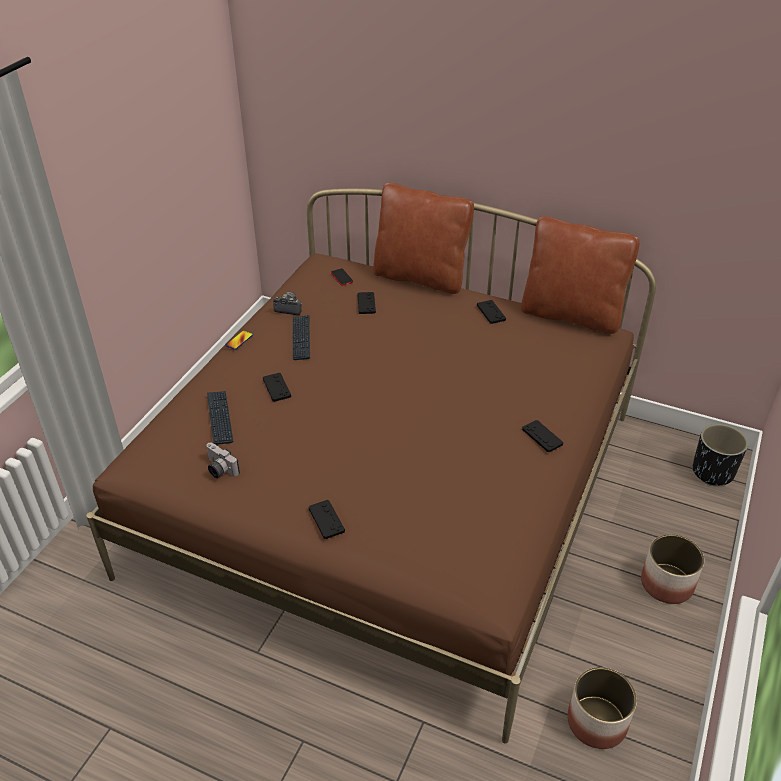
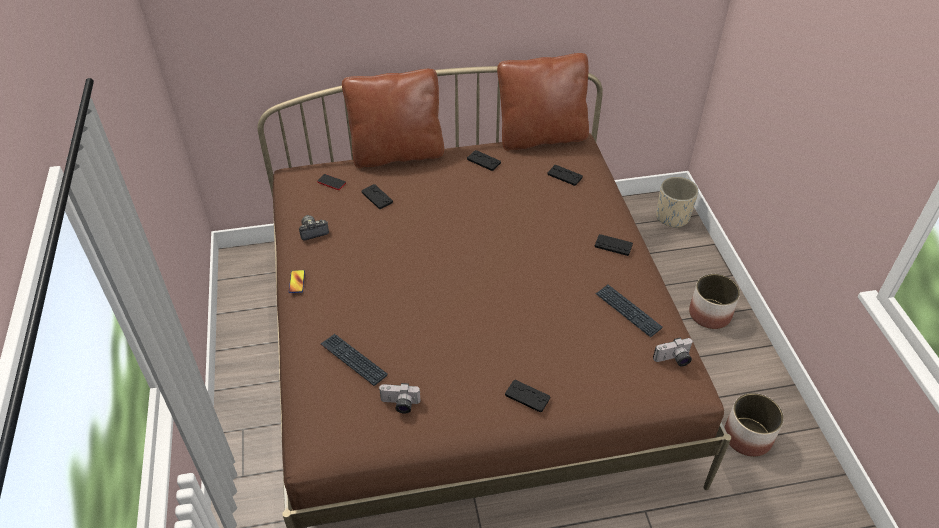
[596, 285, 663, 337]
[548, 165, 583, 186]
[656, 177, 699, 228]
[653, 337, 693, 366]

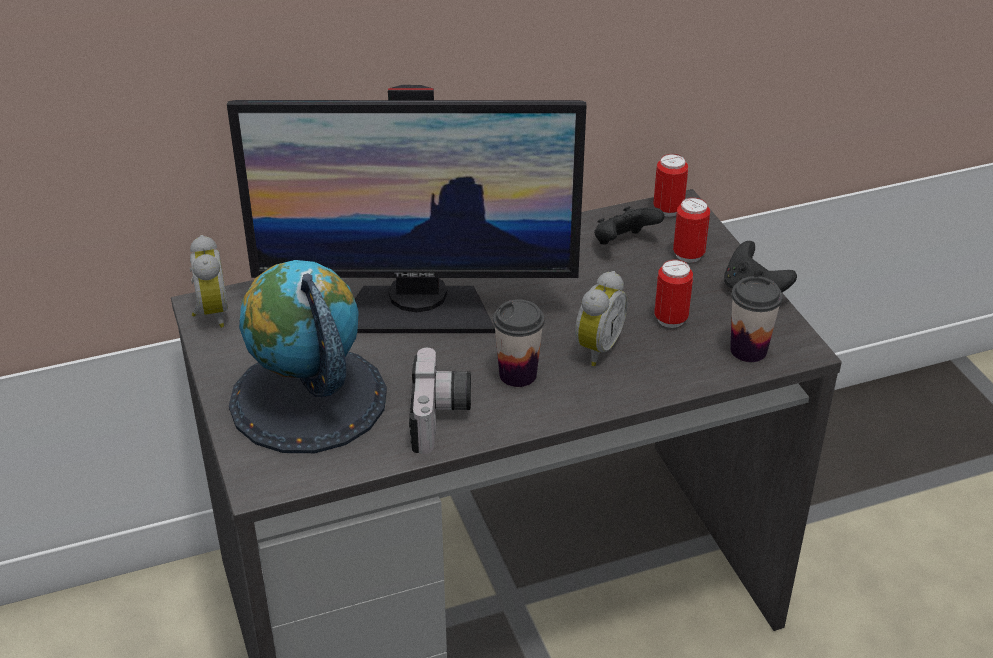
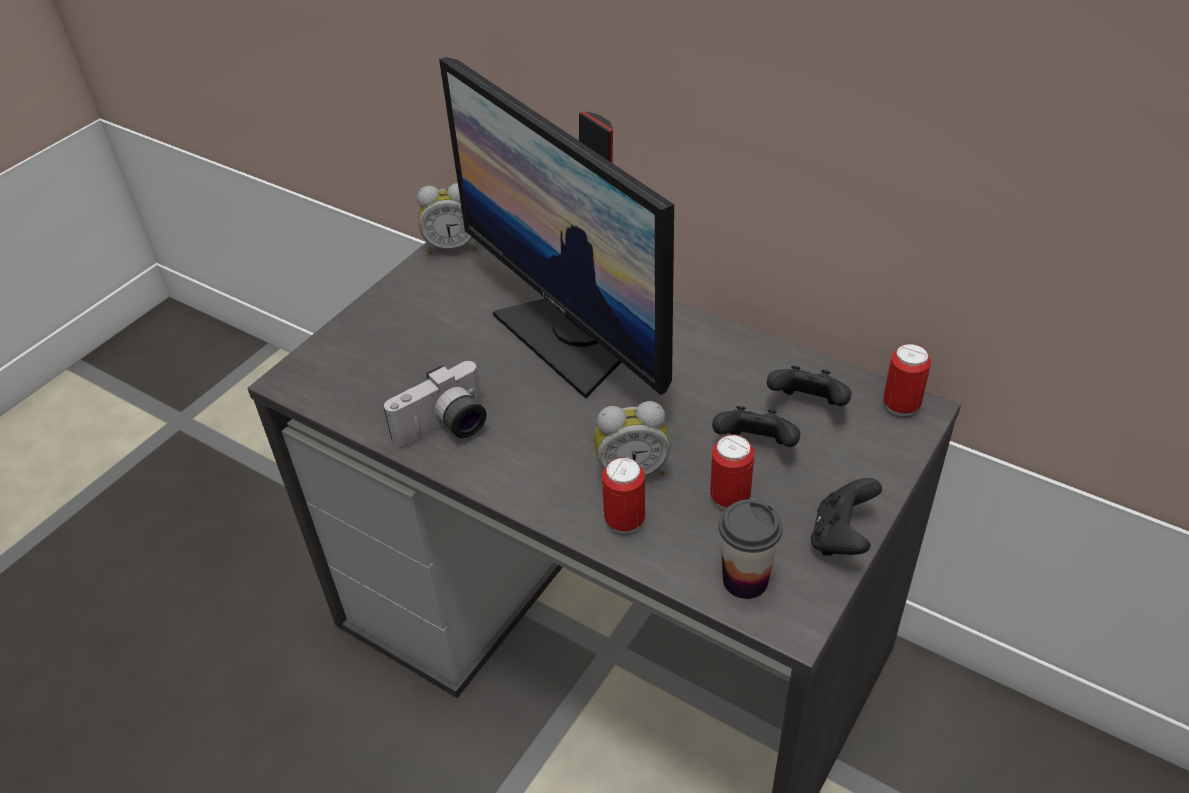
[602, 457, 645, 533]
[417, 183, 477, 254]
[229, 260, 387, 453] (first image)
[493, 299, 545, 387] (first image)
[712, 406, 800, 447]

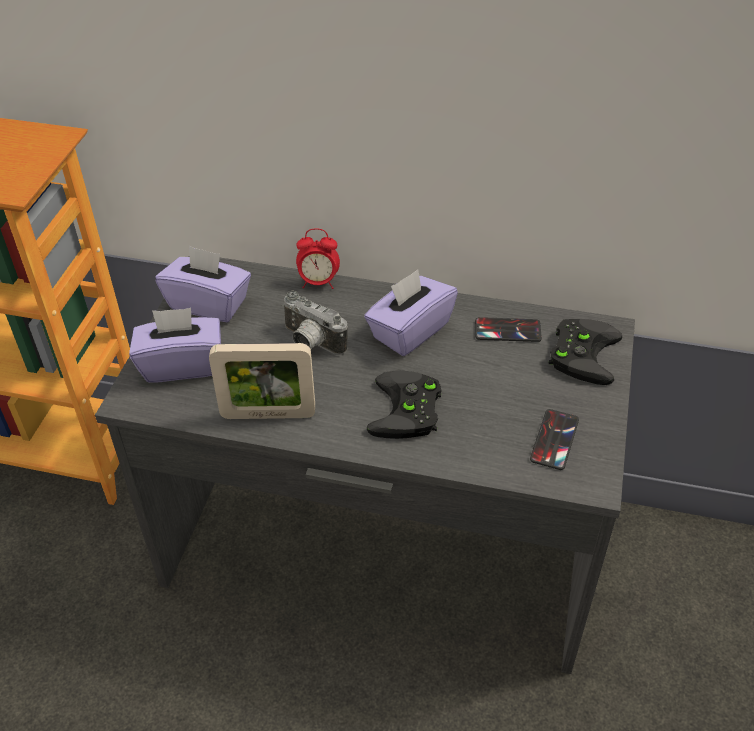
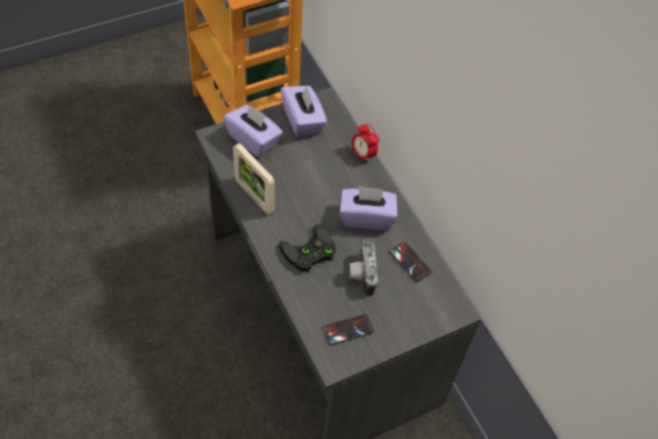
[348, 239, 378, 297]
[549, 319, 622, 385] (first image)

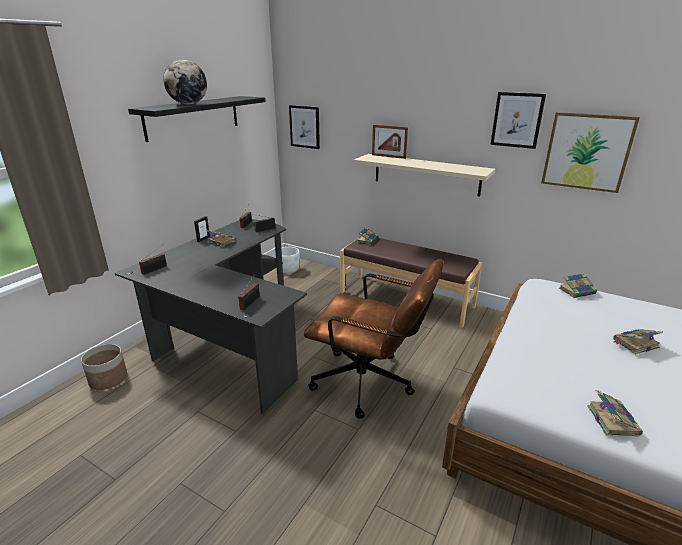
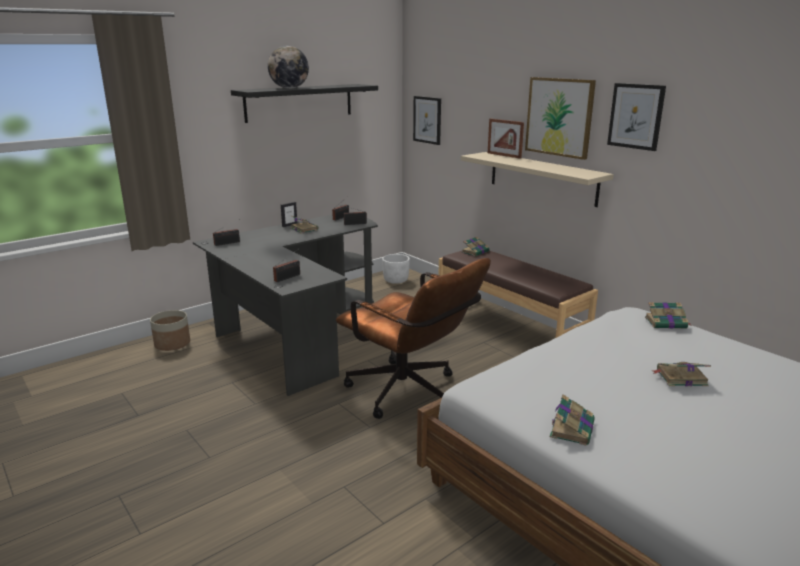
[525, 77, 596, 160]

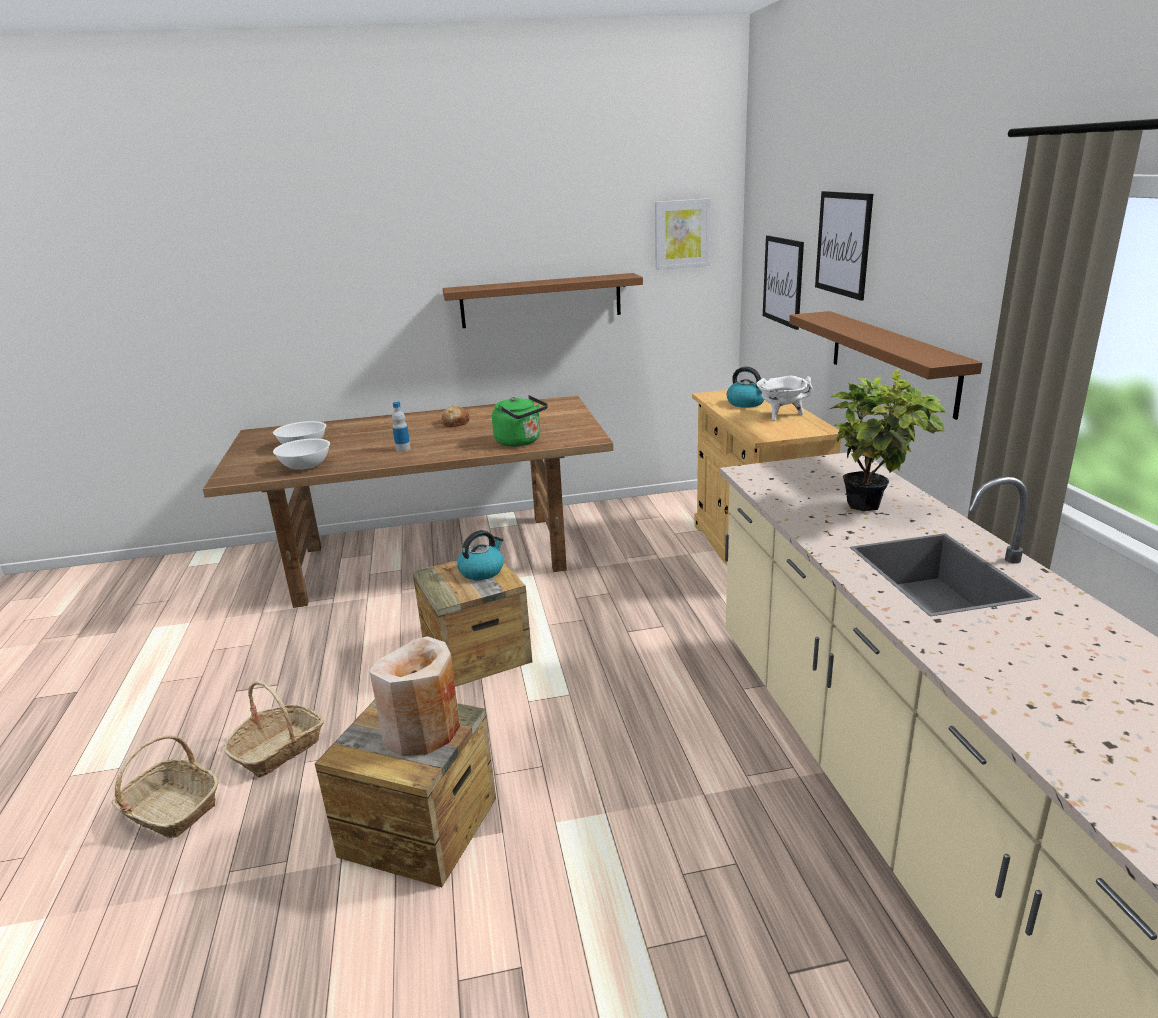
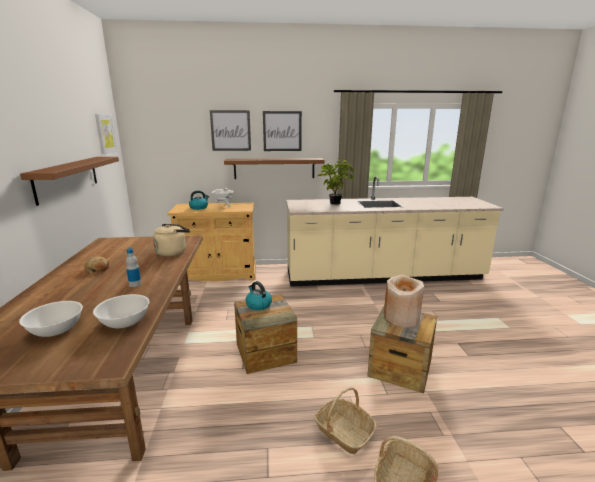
[263, 111, 302, 151]
[153, 224, 190, 256]

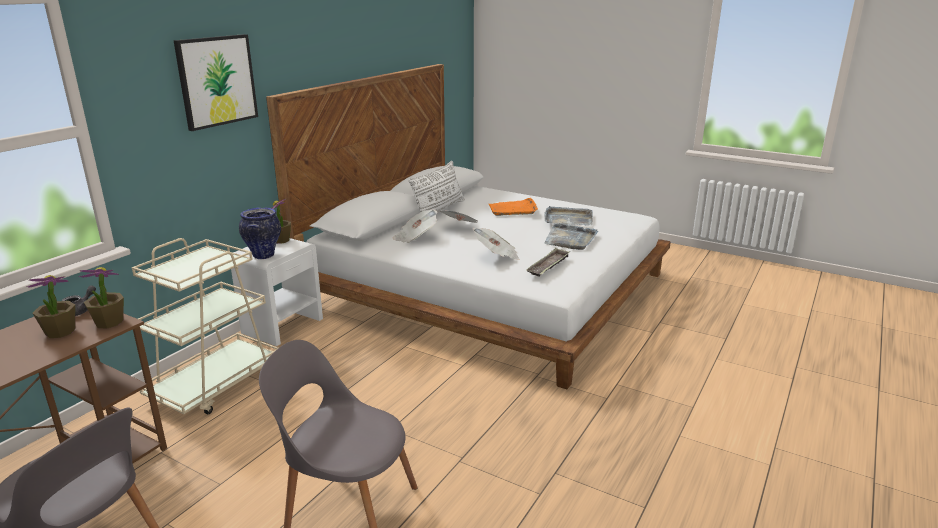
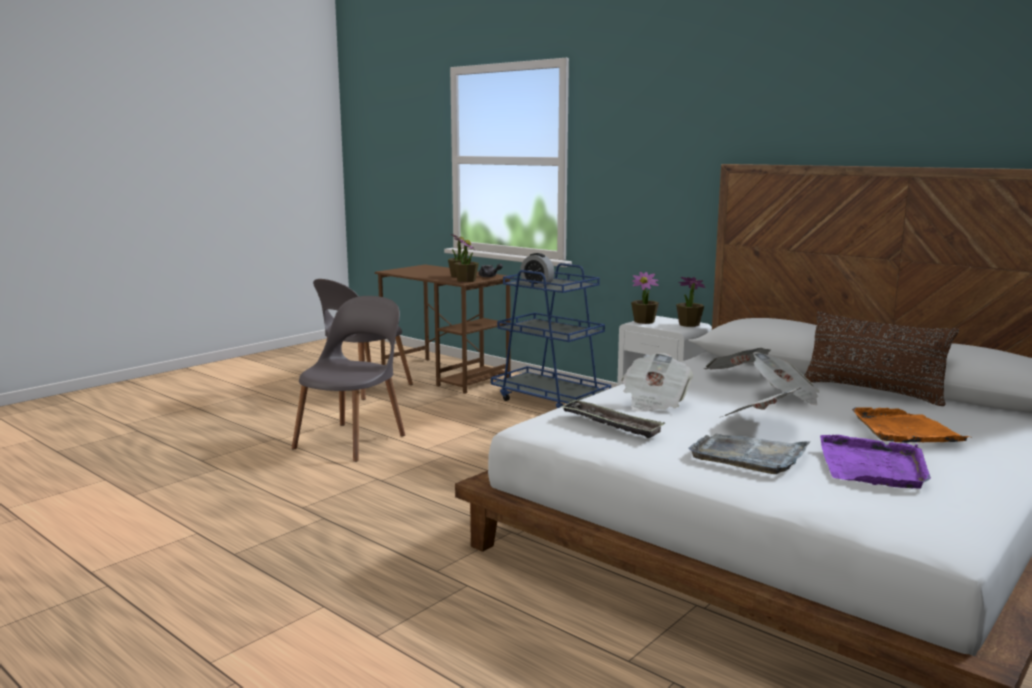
[173, 34, 258, 131] (first image)
[804, 311, 959, 406]
[820, 435, 931, 488]
[631, 272, 659, 324]
[491, 263, 611, 408]
[520, 253, 554, 286]
[722, 388, 801, 417]

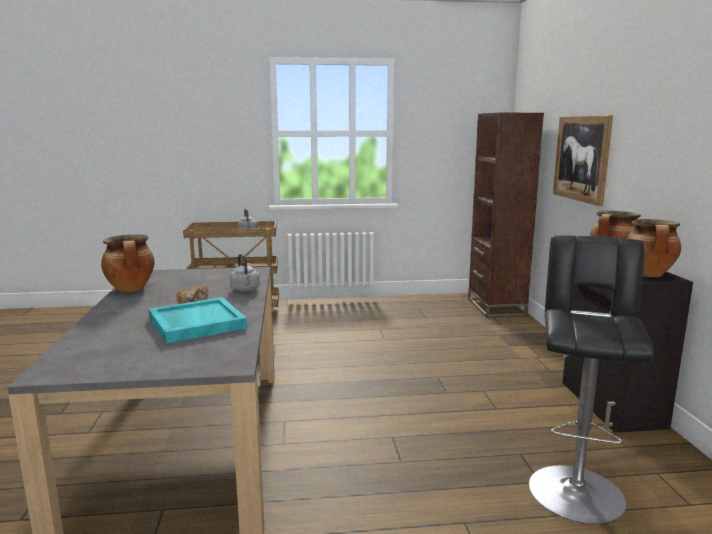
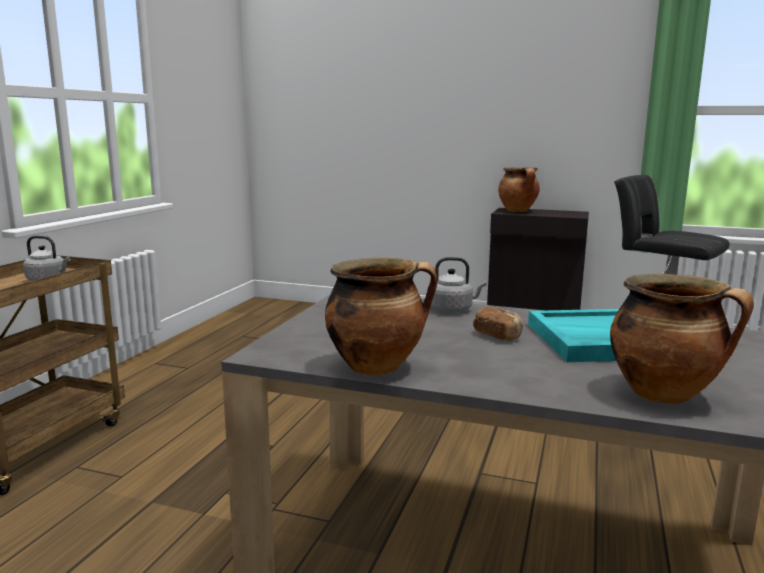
[468, 113, 544, 318] (first image)
[553, 115, 613, 206] (first image)
[610, 274, 754, 404]

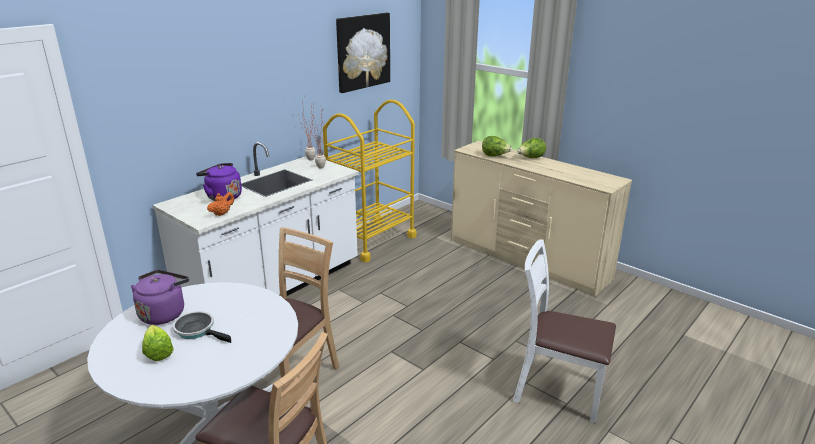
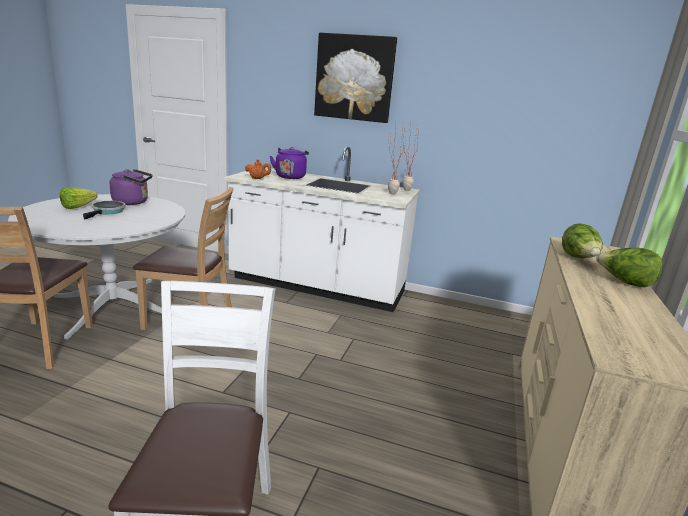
[314, 33, 397, 123]
[323, 100, 417, 262] (first image)

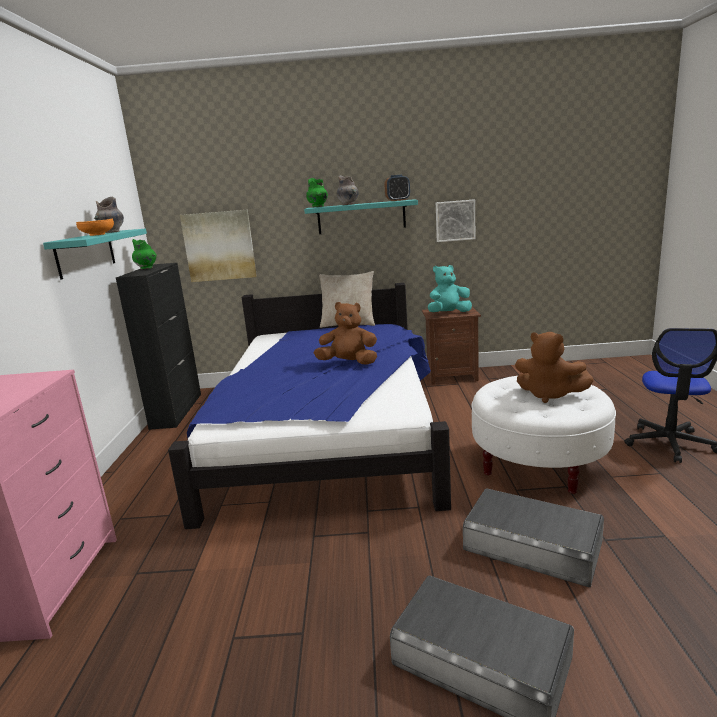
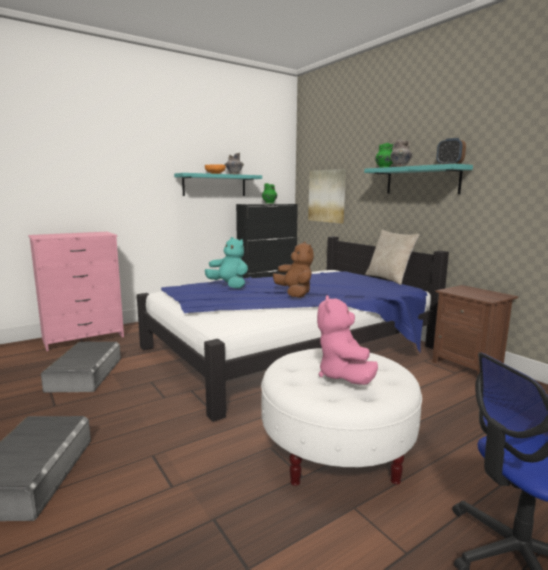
[436, 200, 475, 242] (first image)
[205, 237, 248, 289]
[317, 295, 378, 385]
[41, 342, 121, 393]

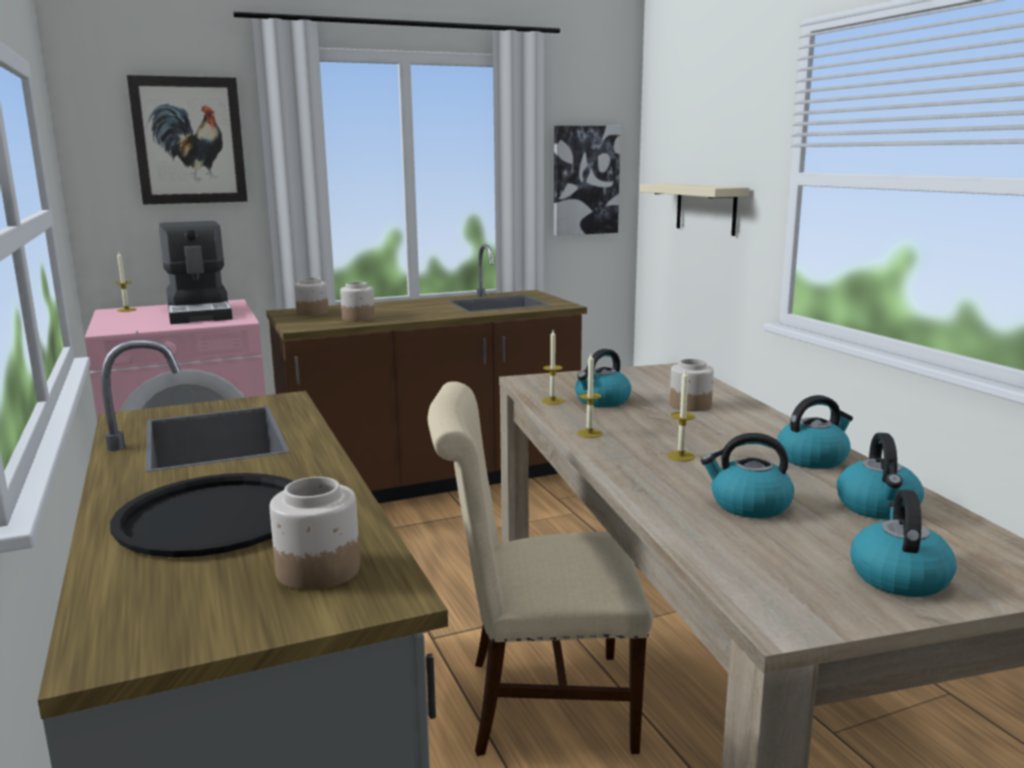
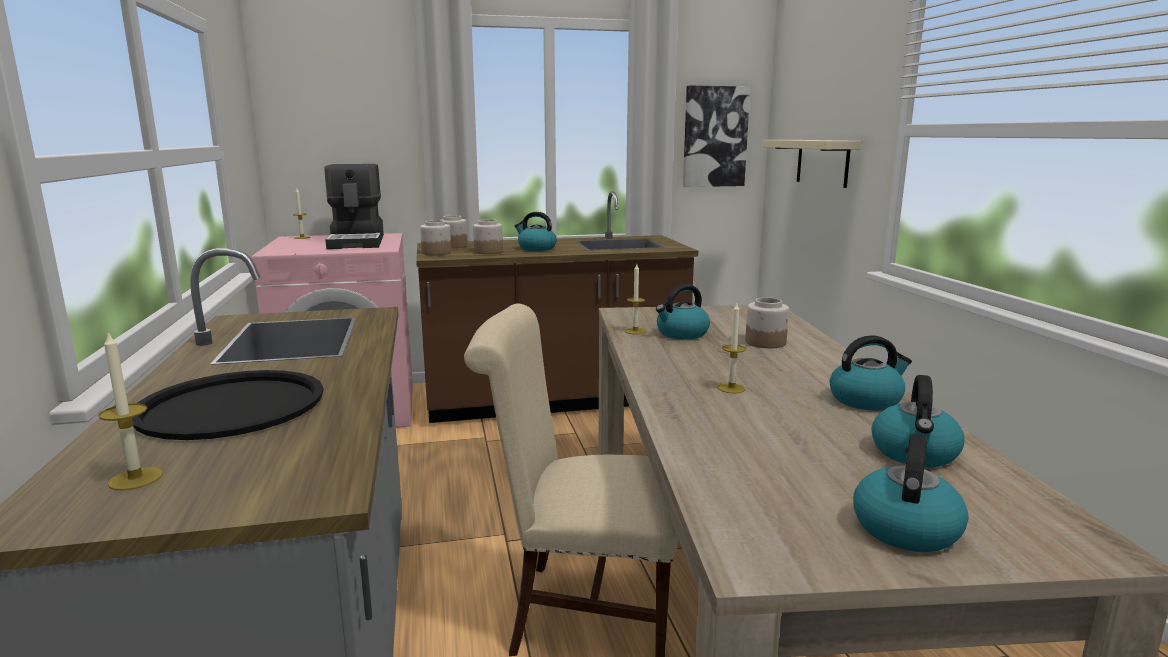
[127, 75, 247, 205] (first image)
[98, 332, 163, 490]
[515, 212, 557, 251]
[420, 220, 451, 255]

